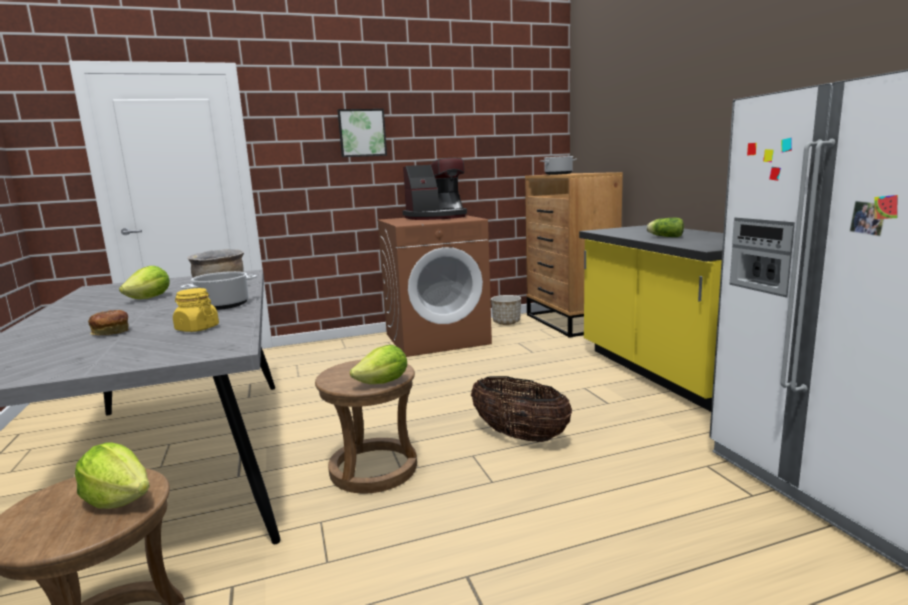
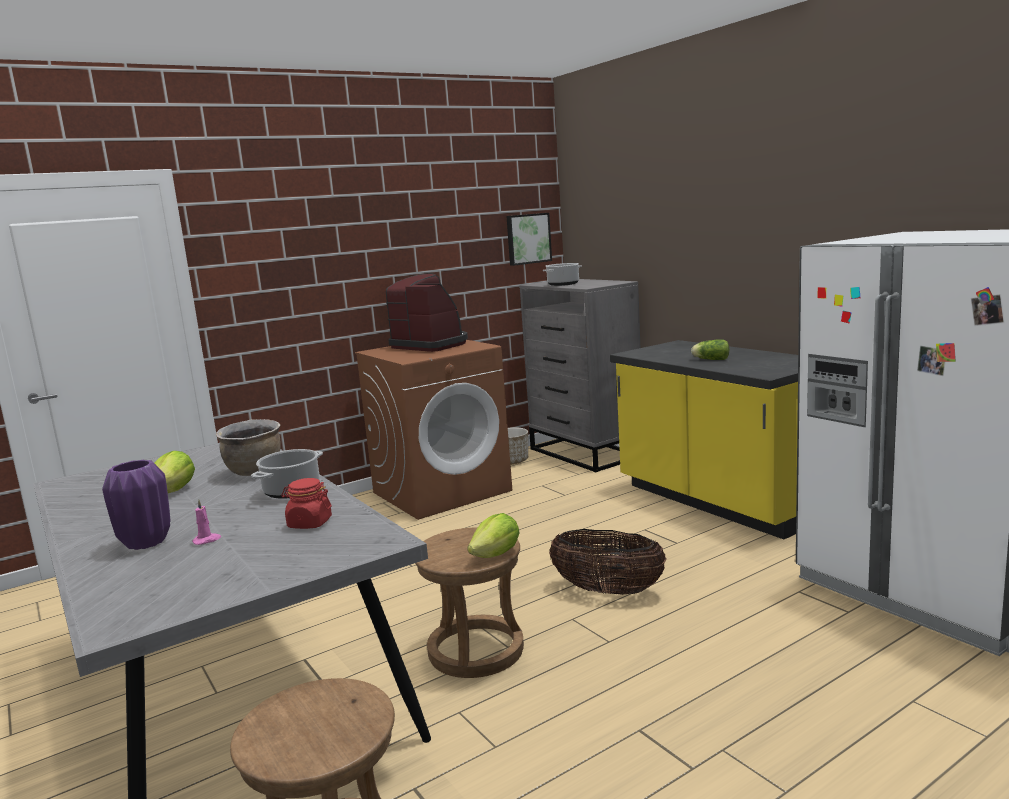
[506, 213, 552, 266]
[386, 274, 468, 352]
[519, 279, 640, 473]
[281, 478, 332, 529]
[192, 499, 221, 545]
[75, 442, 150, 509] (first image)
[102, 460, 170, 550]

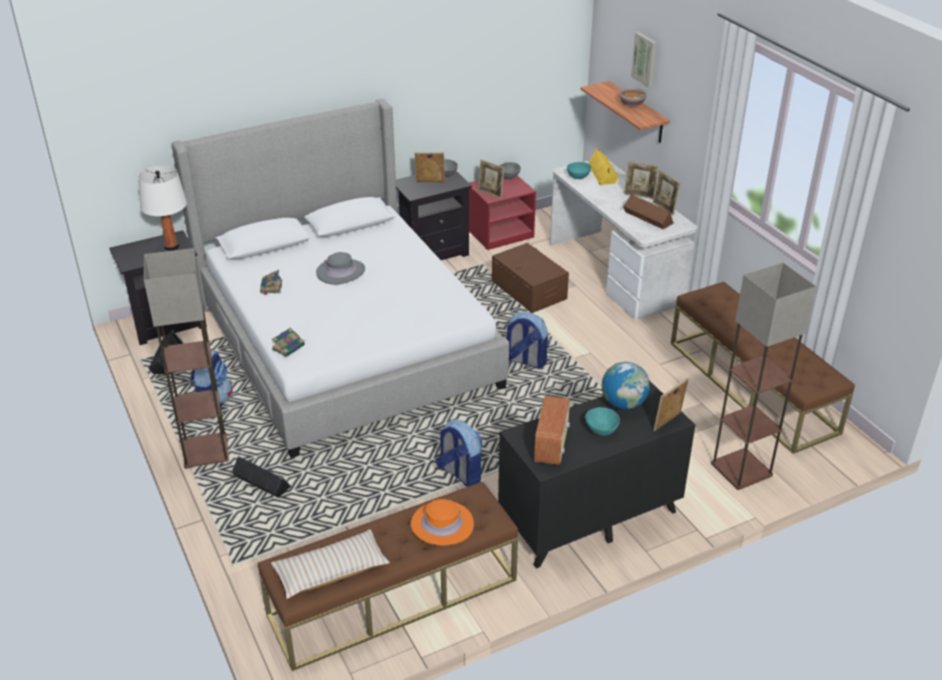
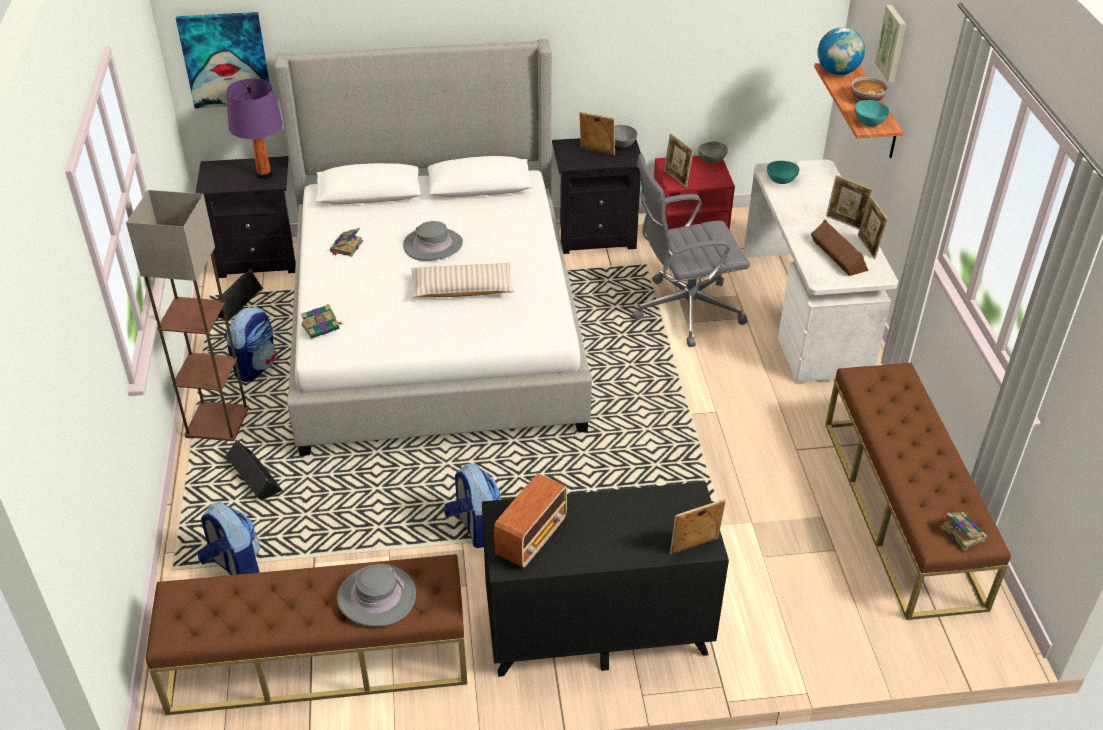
[588, 149, 619, 185] (first image)
[226, 78, 283, 179]
[632, 154, 750, 347]
[711, 262, 817, 490] (first image)
[197, 502, 260, 575]
[818, 27, 865, 75]
[855, 100, 890, 127]
[337, 564, 416, 627]
[411, 263, 514, 297]
[176, 12, 269, 109]
[940, 512, 988, 551]

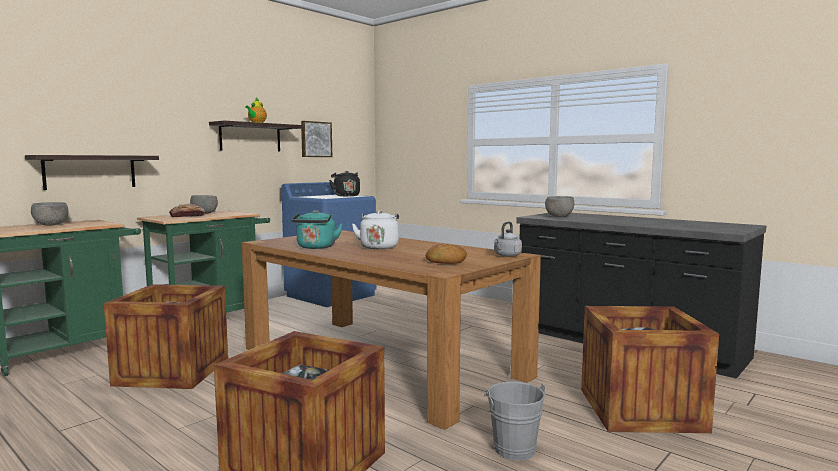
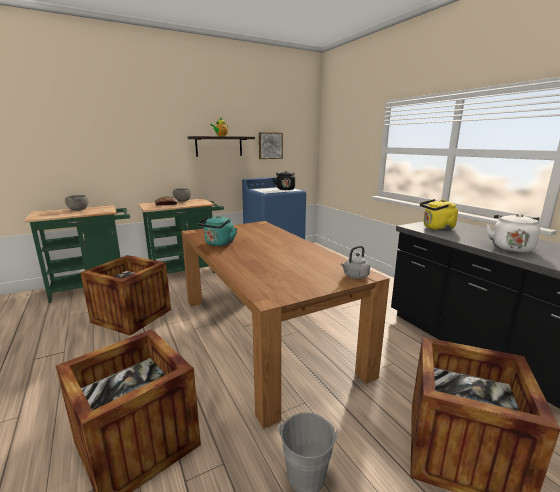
[25, 155, 159, 190] (first image)
[420, 199, 458, 231]
[486, 214, 540, 253]
[425, 244, 467, 264] (first image)

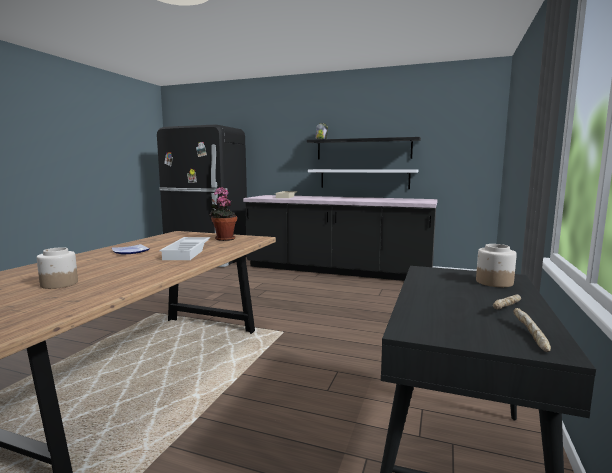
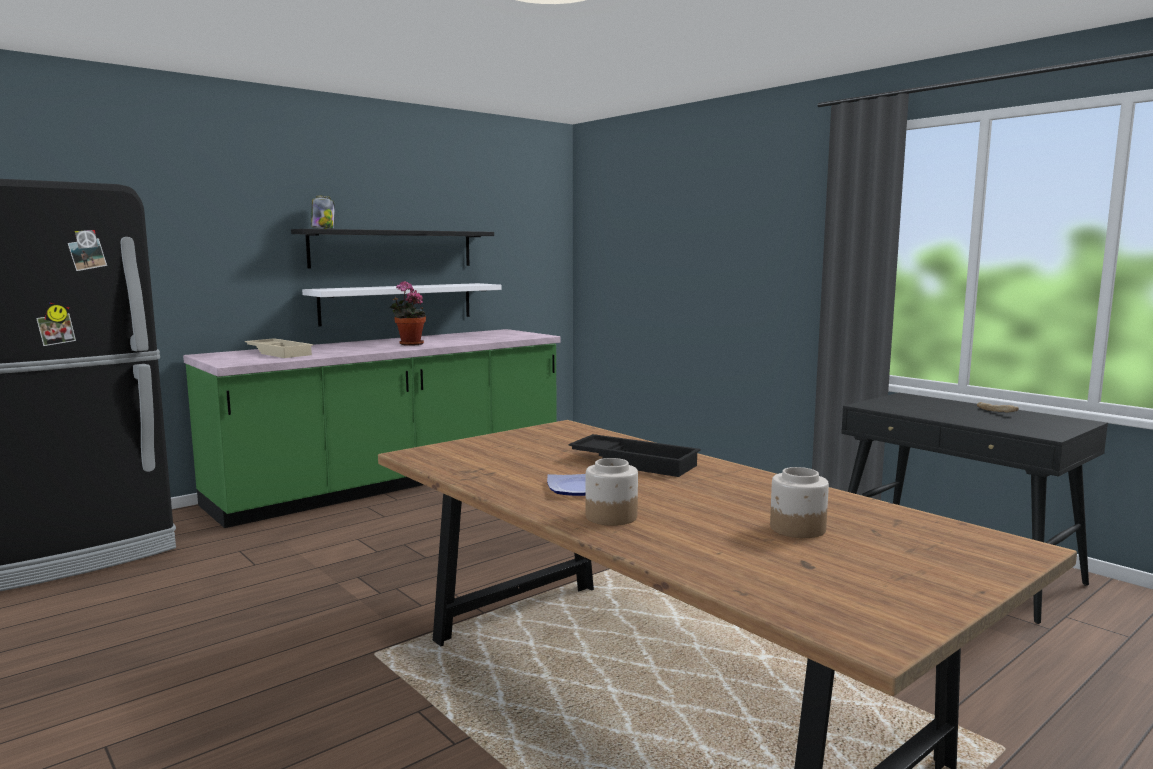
[390, 281, 426, 346]
[183, 329, 560, 528]
[568, 434, 701, 477]
[586, 458, 638, 526]
[513, 308, 551, 352] (first image)

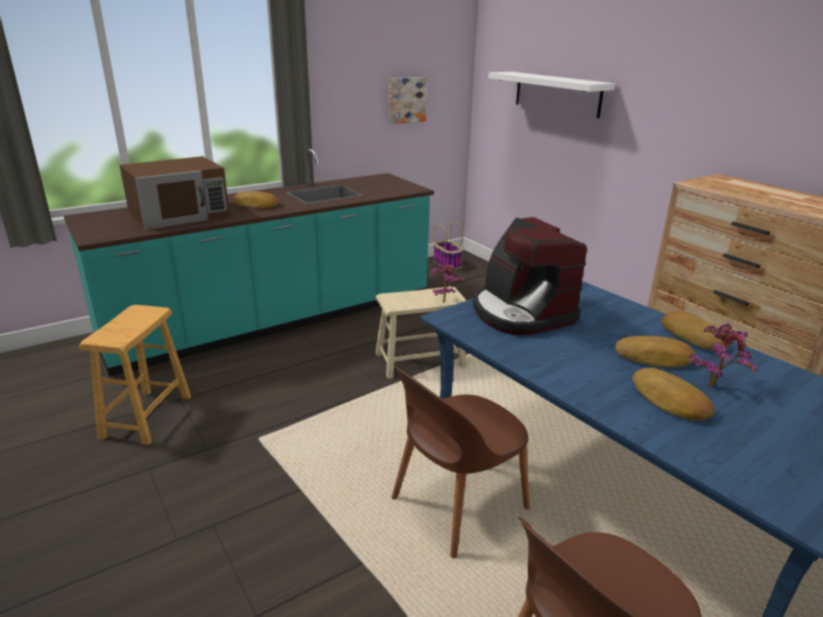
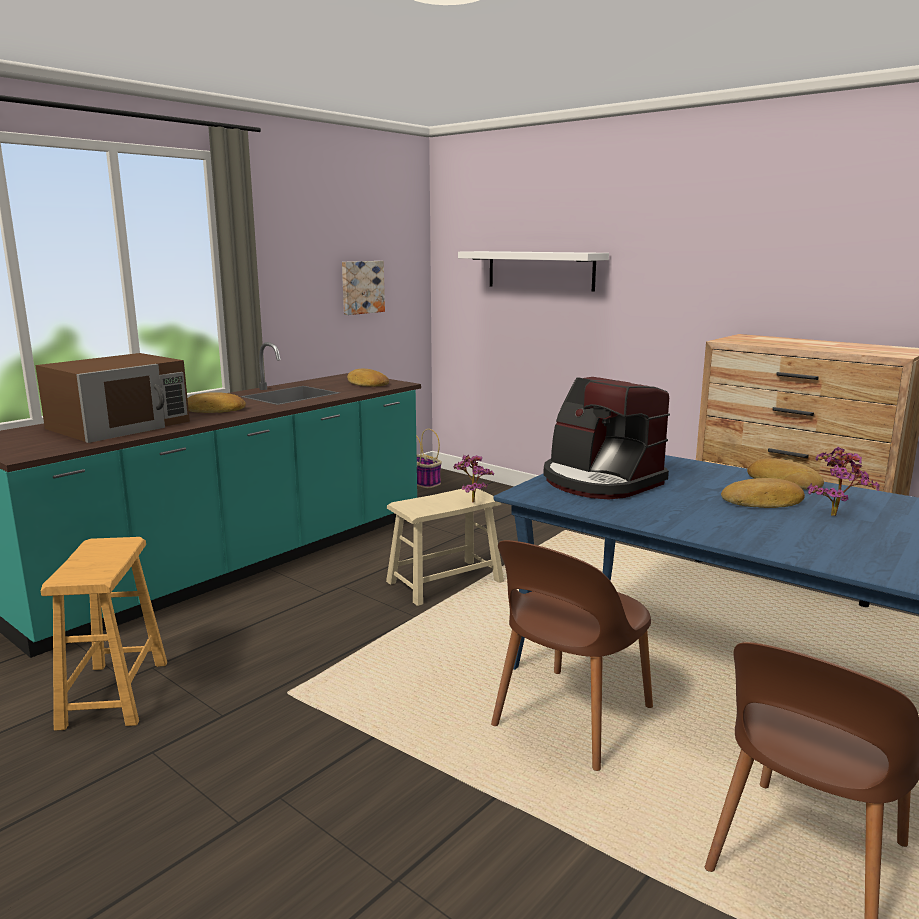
[347, 369, 389, 387]

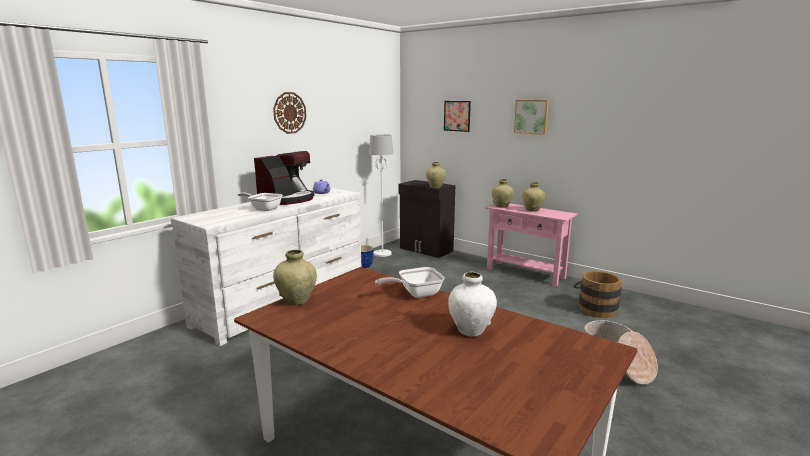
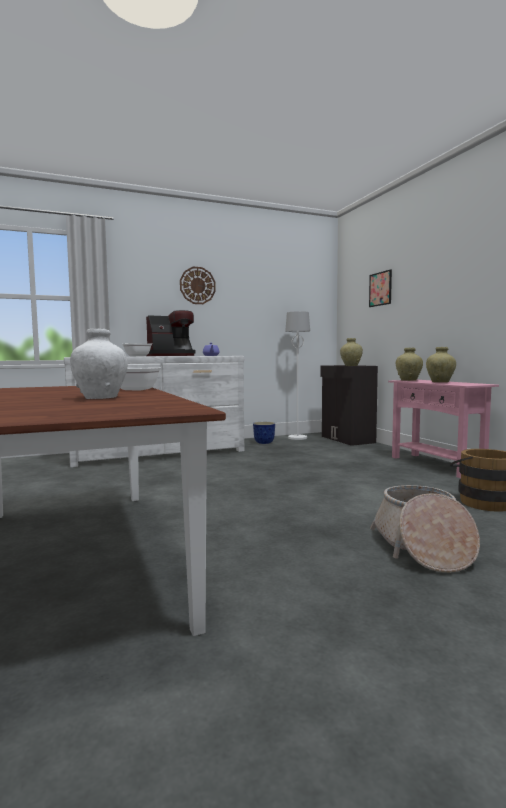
[514, 100, 549, 135] (first image)
[273, 250, 317, 305] (first image)

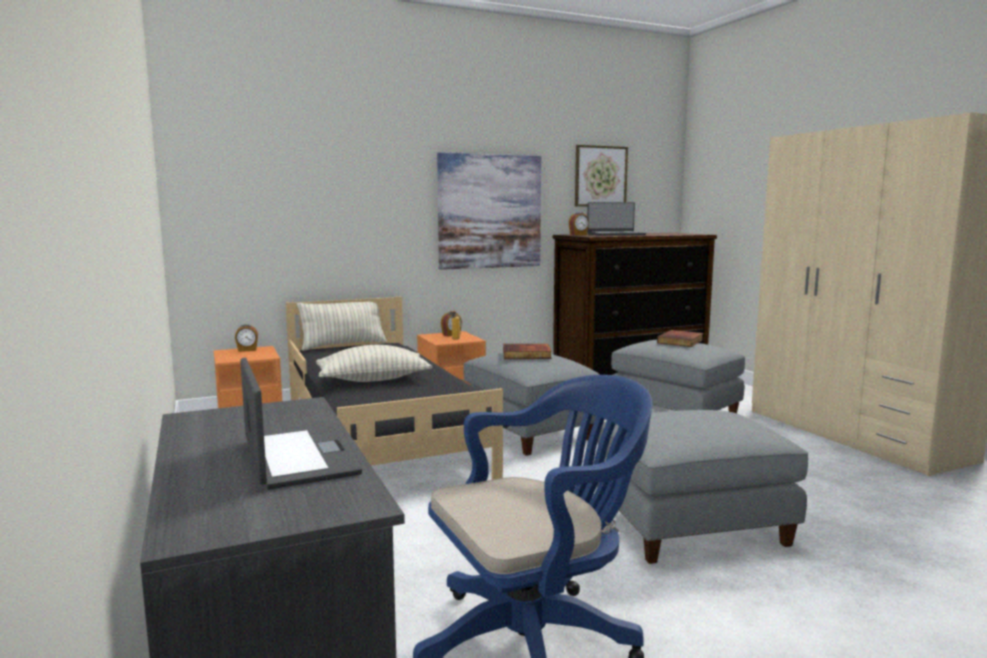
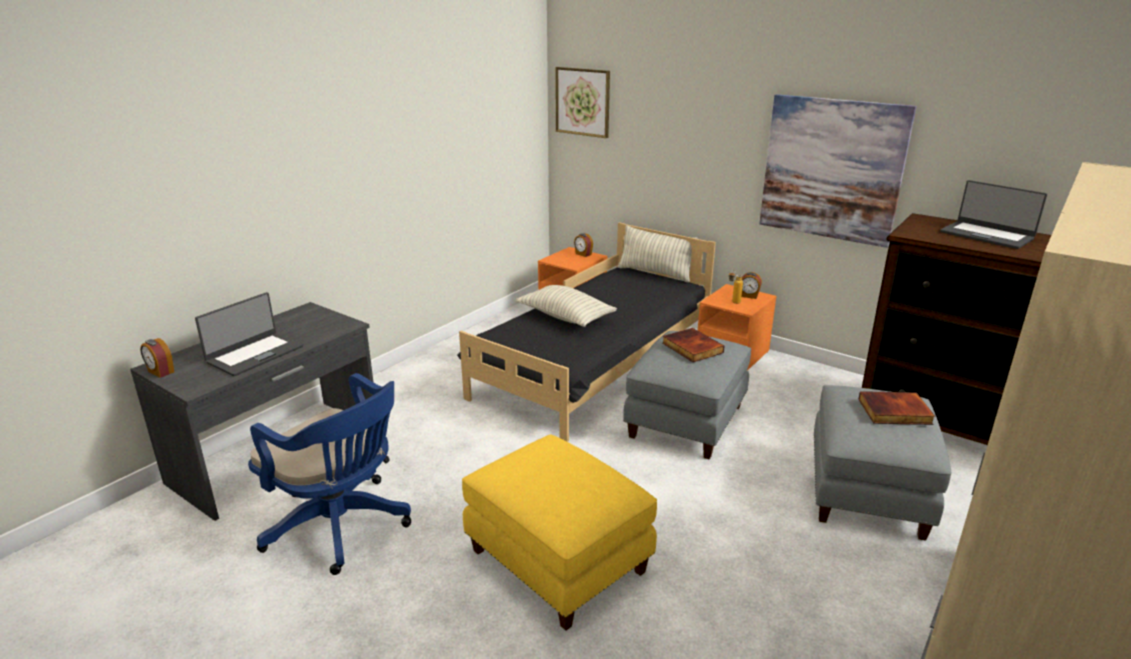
[555, 67, 610, 138]
[140, 338, 174, 378]
[462, 434, 657, 630]

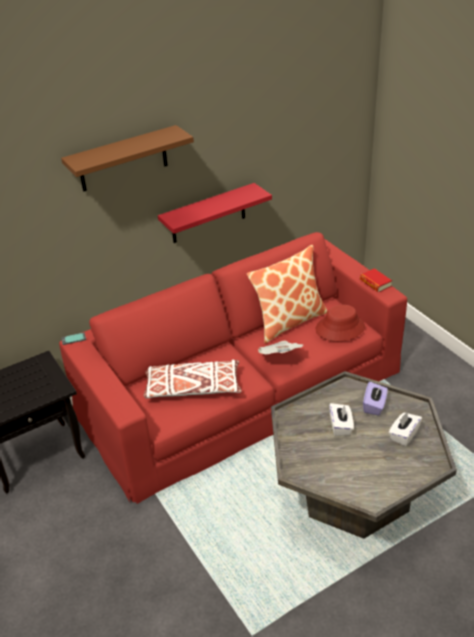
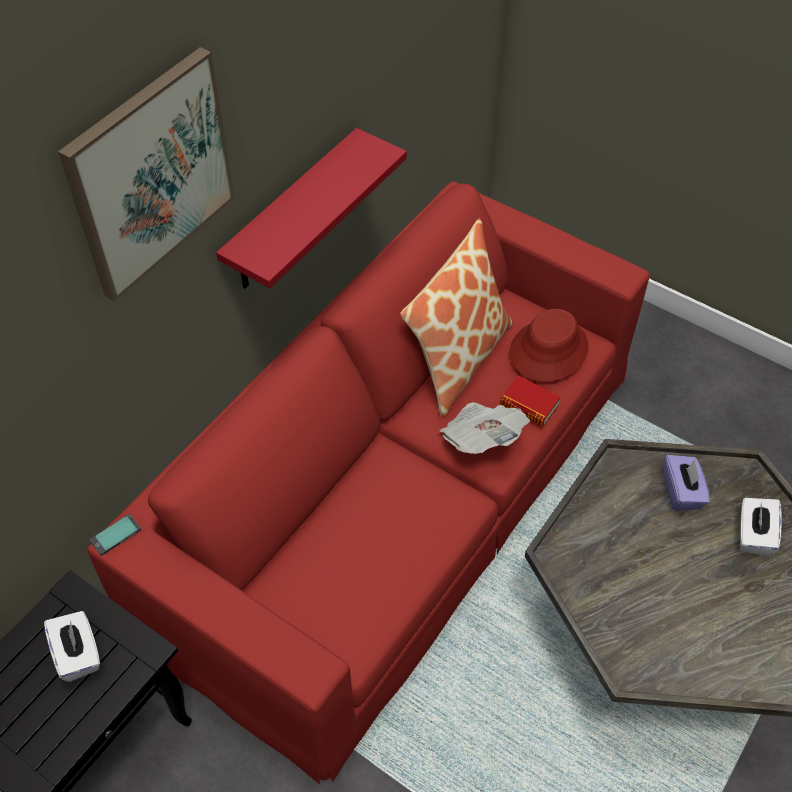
[58, 47, 235, 302]
[500, 376, 561, 426]
[144, 360, 242, 399] (first image)
[44, 611, 100, 682]

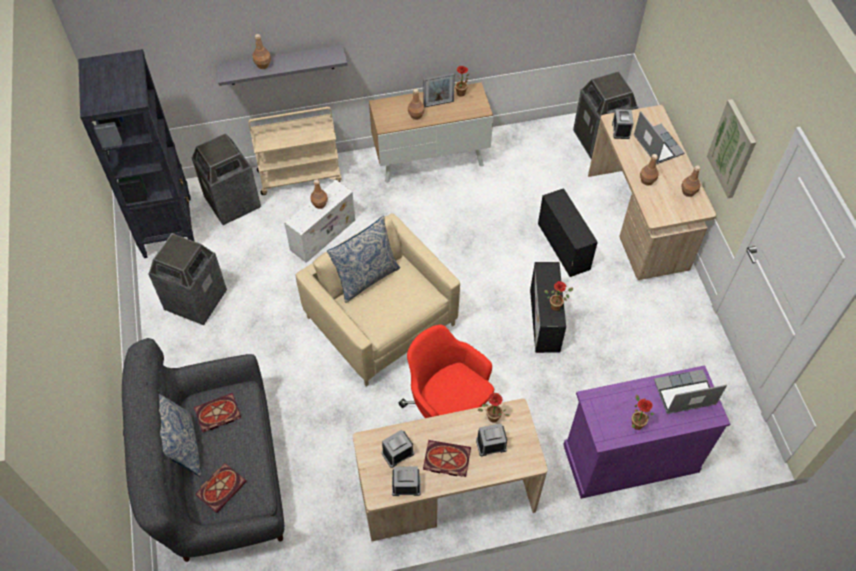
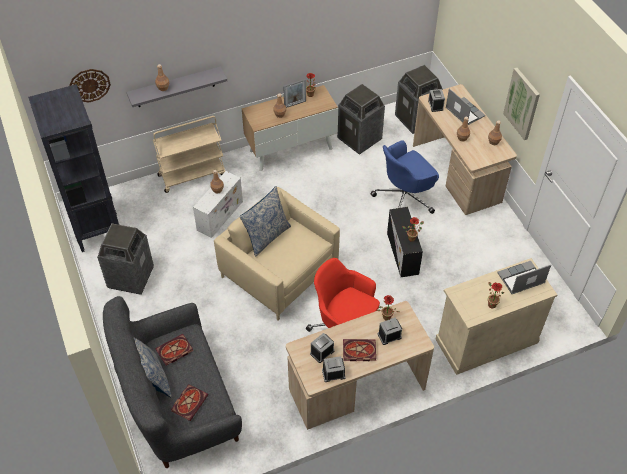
[337, 84, 385, 155]
[370, 140, 439, 214]
[436, 258, 557, 375]
[69, 69, 111, 103]

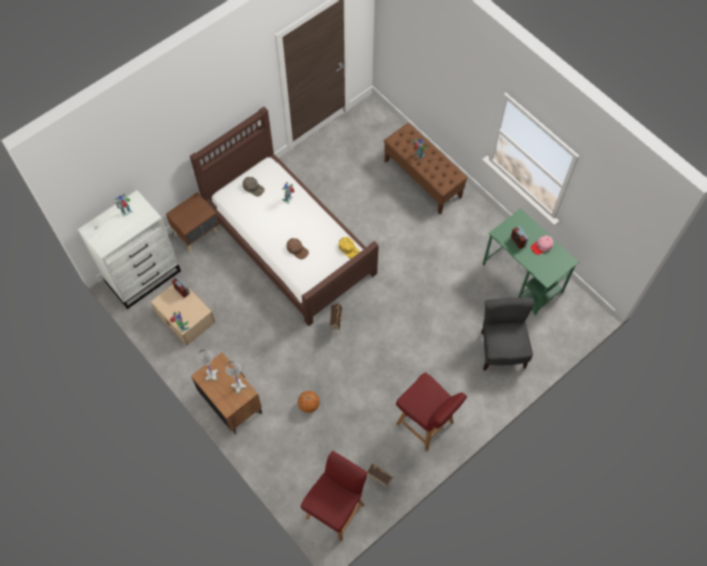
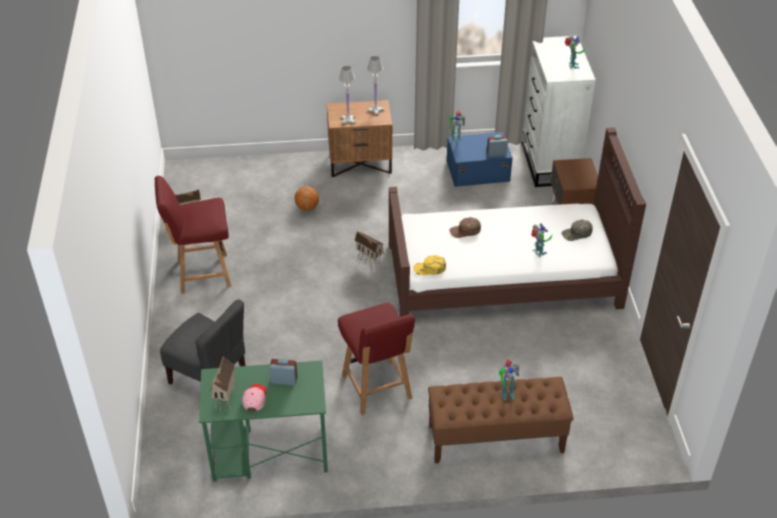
[447, 132, 513, 187]
[338, 303, 415, 415]
[210, 356, 235, 412]

